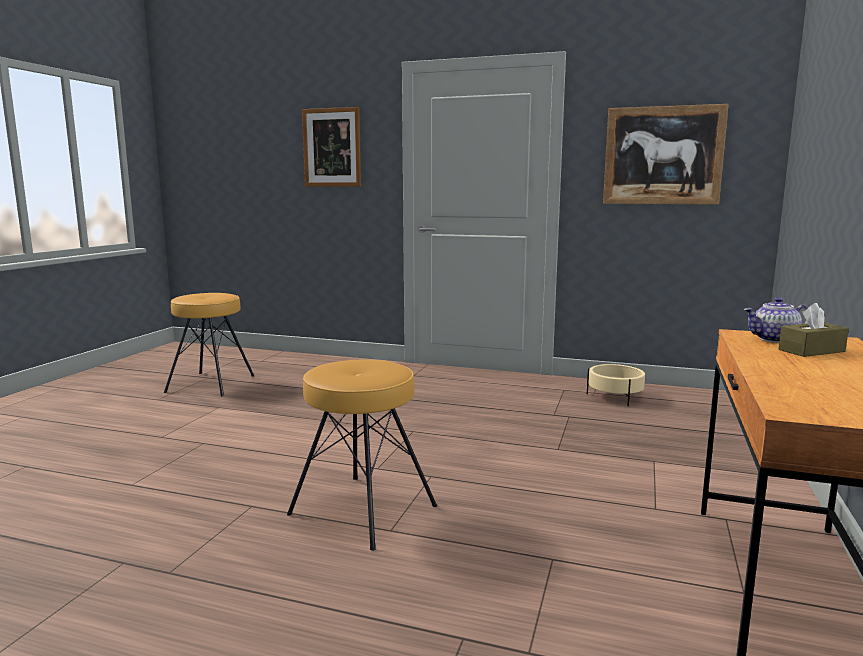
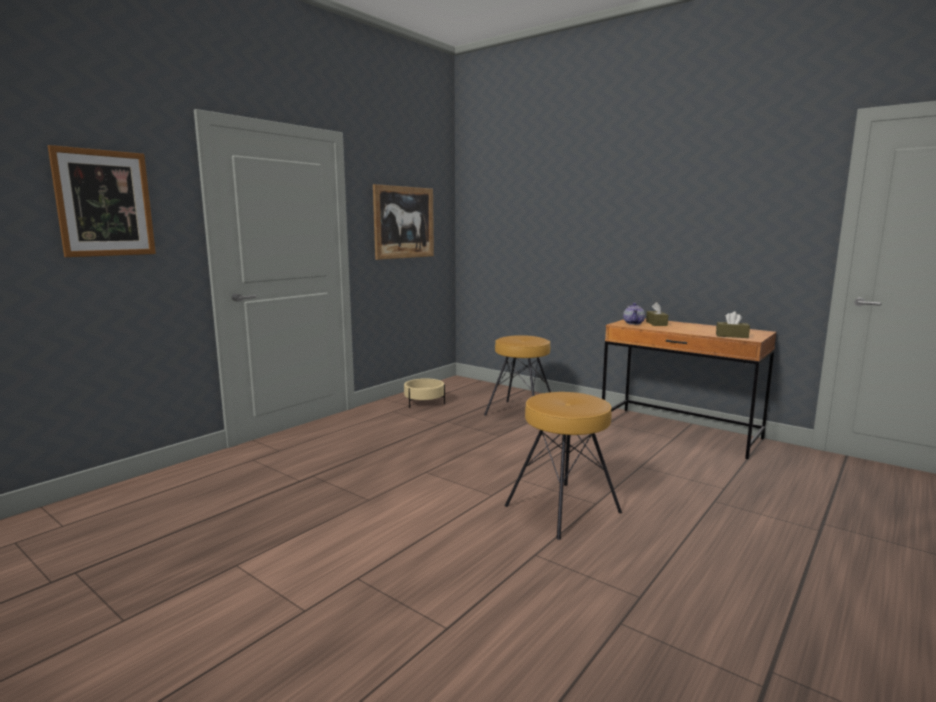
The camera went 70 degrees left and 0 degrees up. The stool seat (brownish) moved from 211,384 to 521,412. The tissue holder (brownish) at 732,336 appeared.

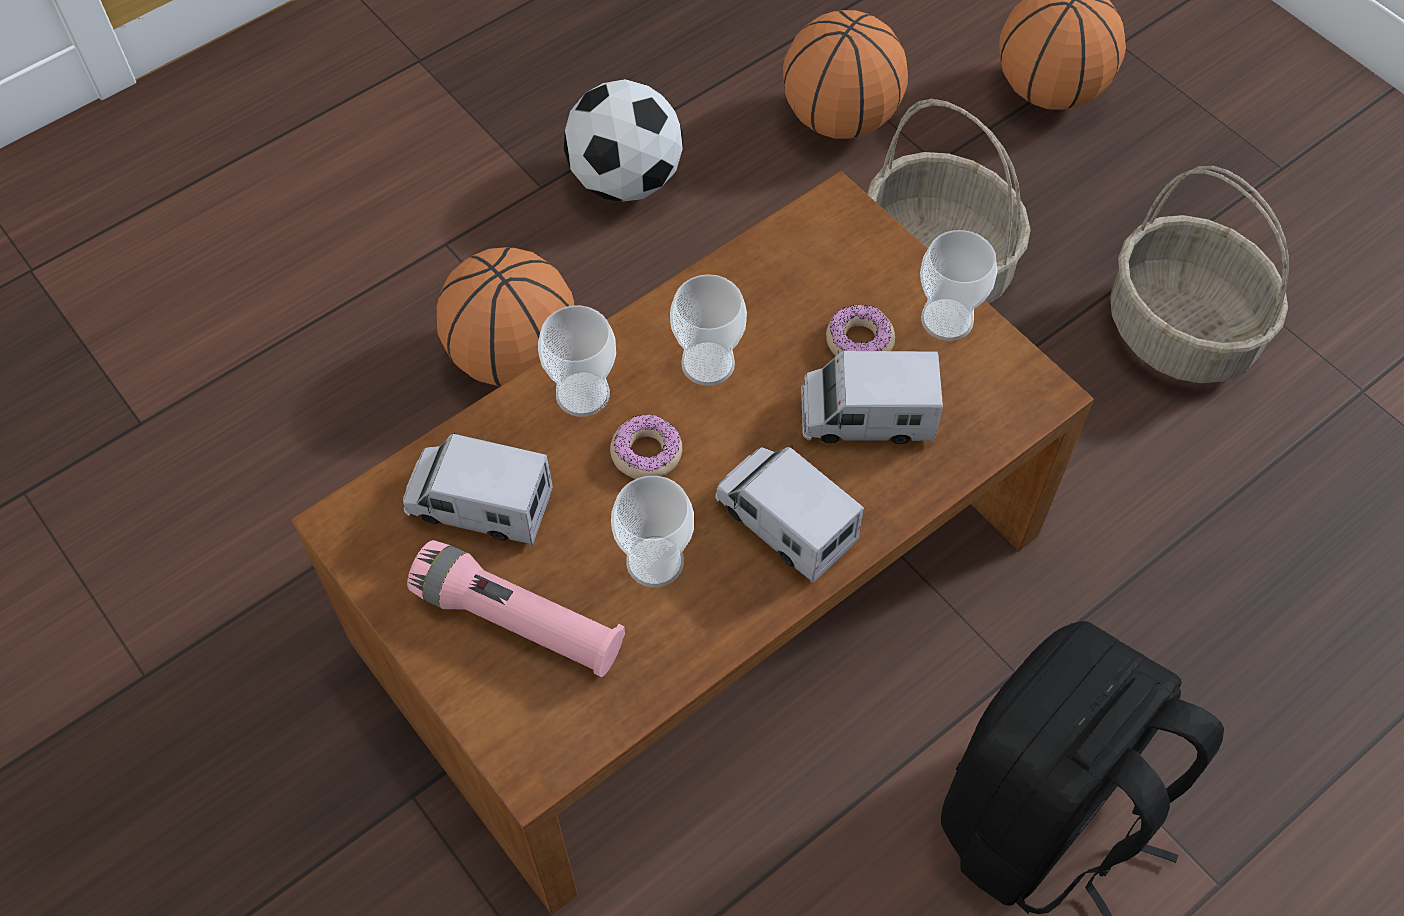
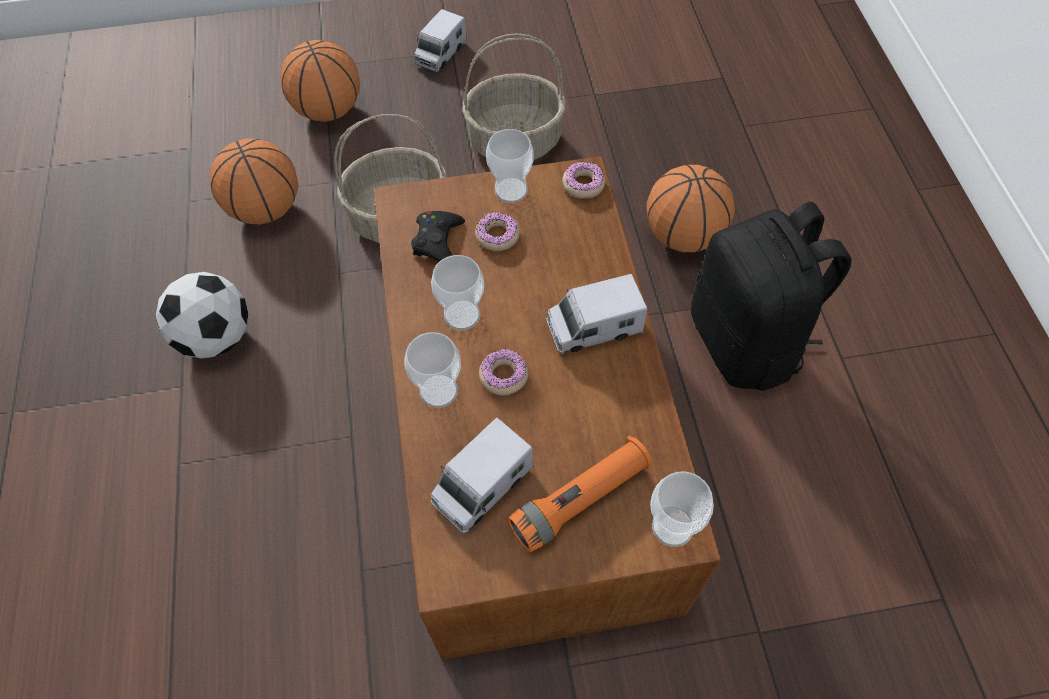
The camera went 60 degrees left and 0 degrees up. The ball for basketball moved from 513,357 to 683,236. The model truck moved from 866,416 to 440,53. The cup moved from 655,561 to 672,526. The hand torch (pinkish) at 518,621 became the hand torch (orangey) at 580,500. The doughnut at 583,185 appeared. The gamepad (black-coloured) at 438,242 appeared.

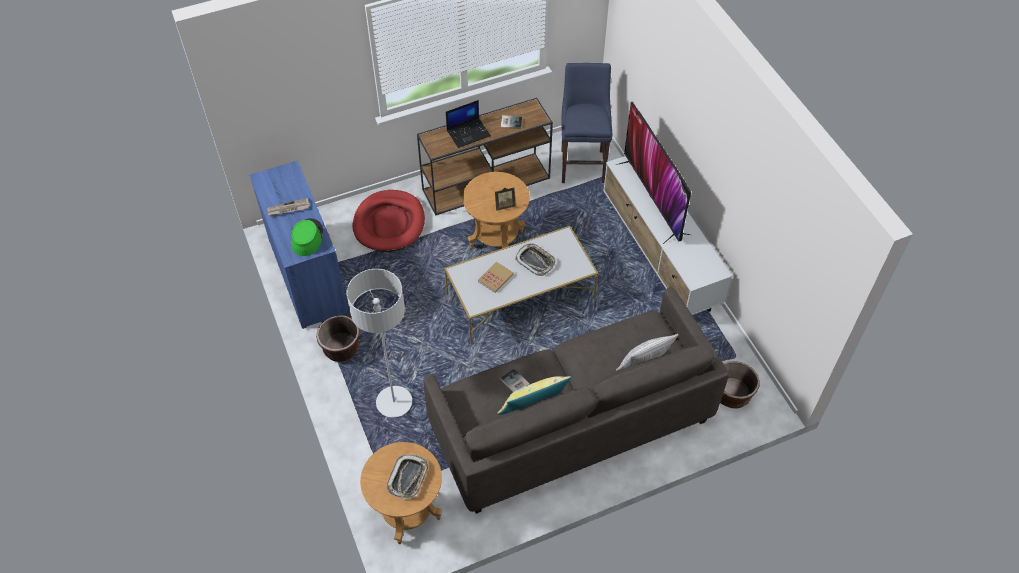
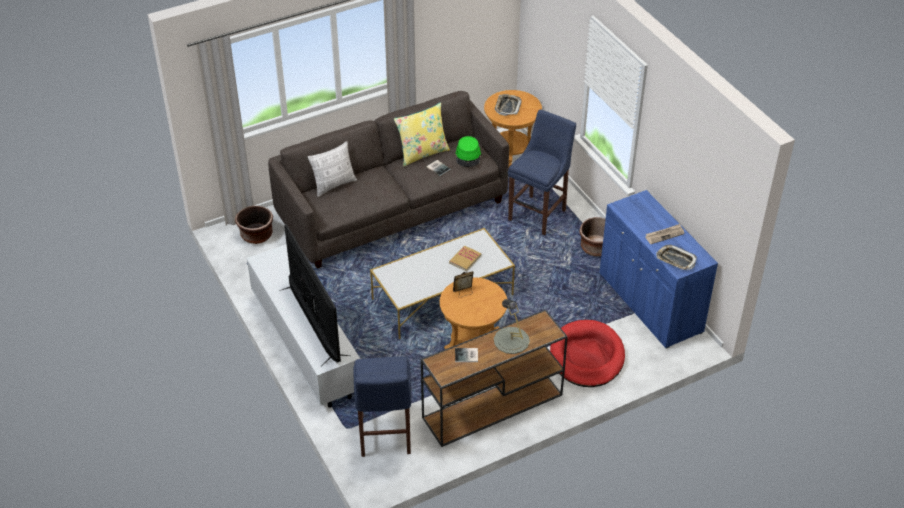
The camera went 175 degrees right and 10 degrees down. The portable computer at 468,133 was replaced by the lamp for a table (grey) at 511,340. The hat (greenish) moved from 307,238 to 468,156. The serving tray moved from 535,261 to 675,260. The floor lamp (grey) at 394,402 was replaced by the stool seat (blue-coloured) at 539,214.

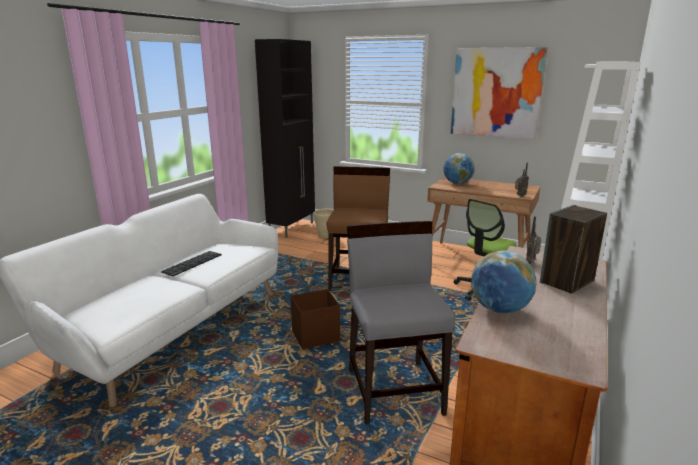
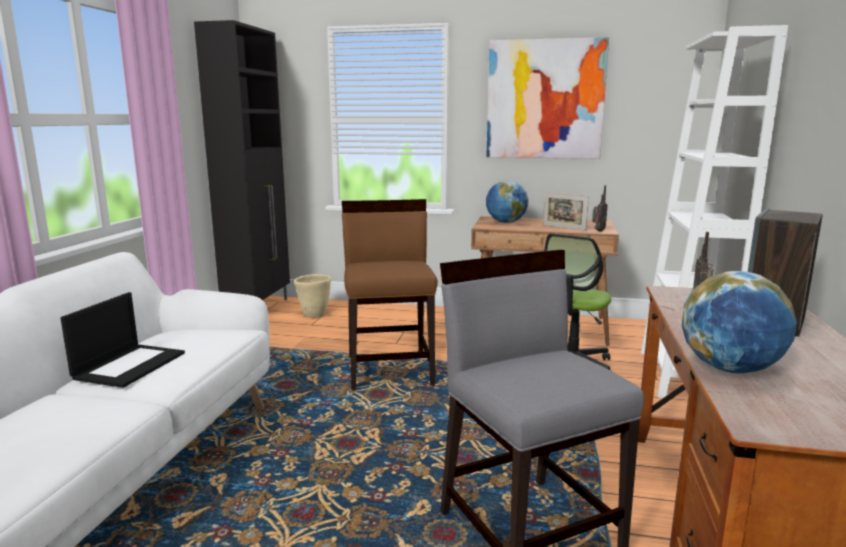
The camera went 15 degrees left and 5 degrees down. The PC keyboard at 192,263 was replaced by the portable computer at 130,365. The storage container (brownish) at 316,336 disappeared. The photo frame at 564,227 appeared.

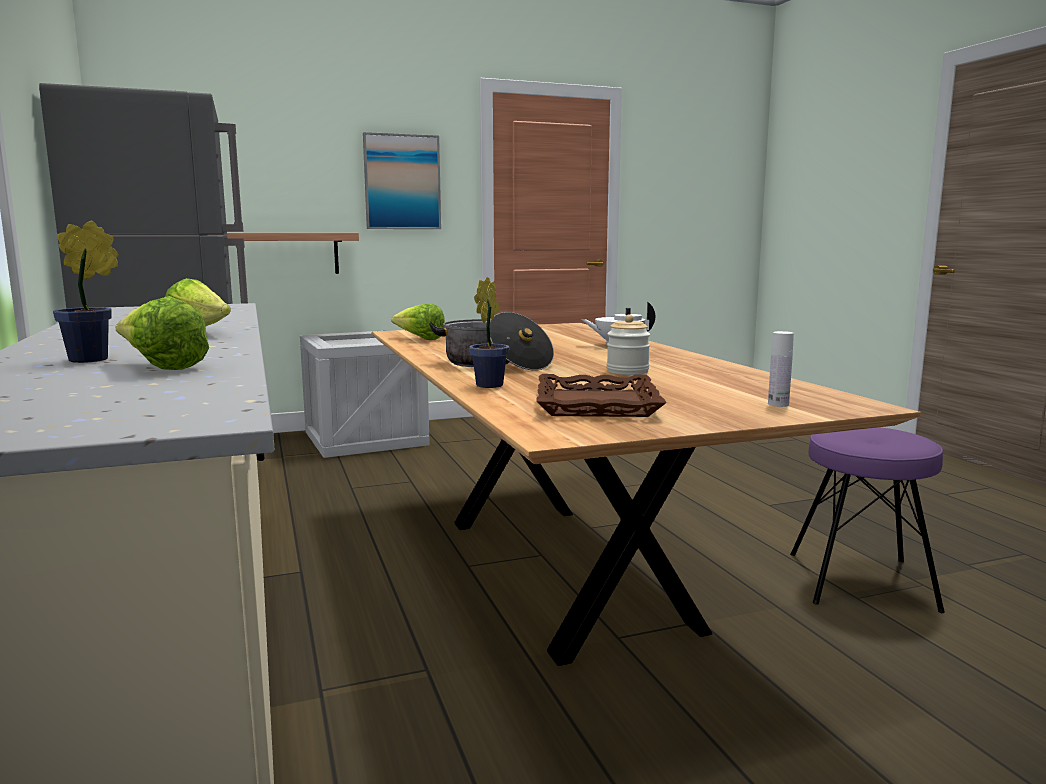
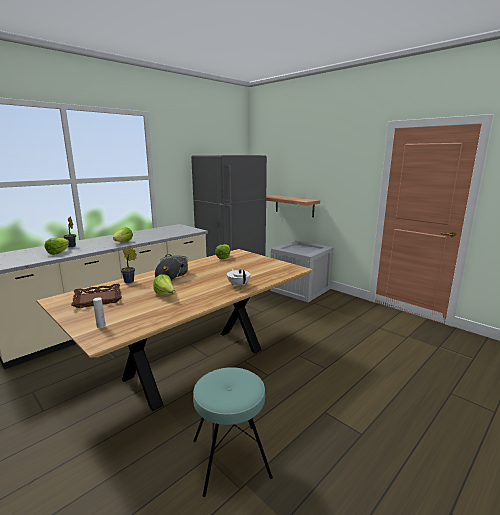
The camera went 65 degrees right and 5 degrees up. The wall art at 402,182 disappeared. The preserve jar at 627,371 was replaced by the lettuce head at 166,295. The stool seat (purple) at 861,581 became the stool seat (turquoise-coloured) at 230,458.

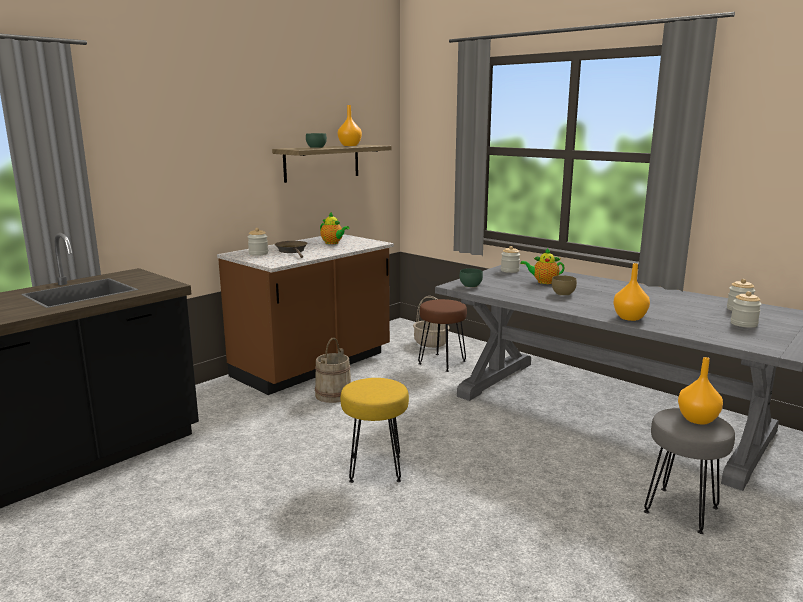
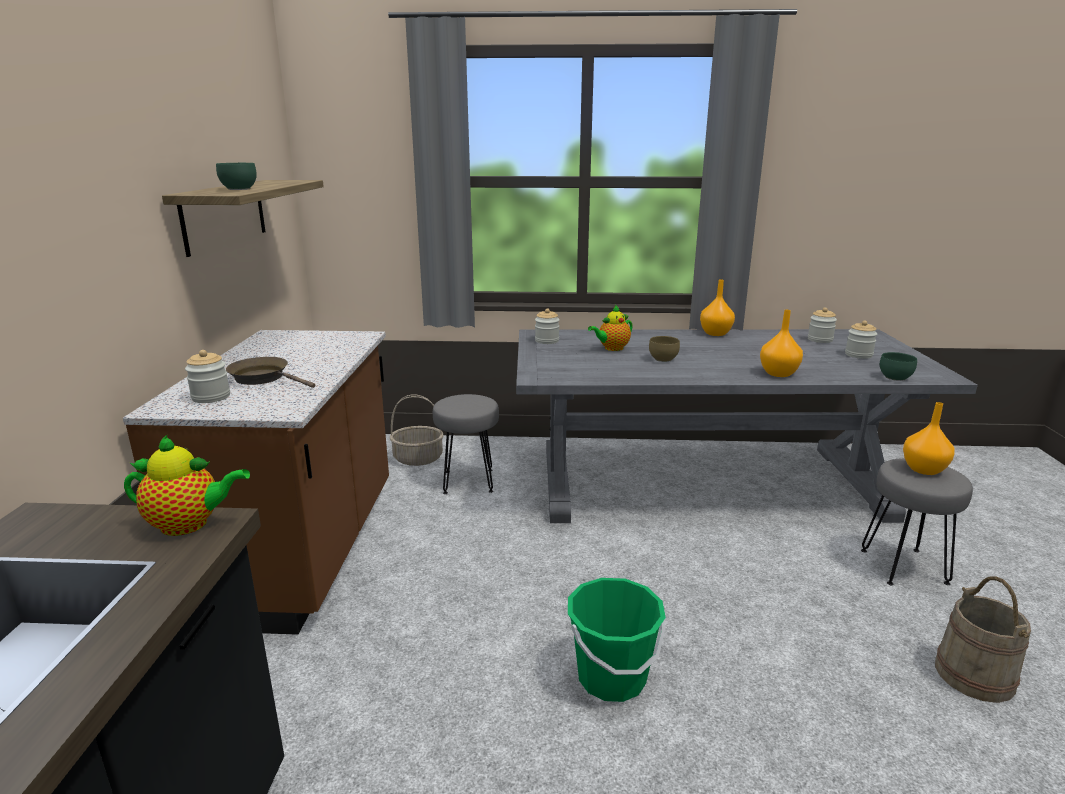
The camera went 40 degrees left and 5 degrees up. The flower vase (orangey) moved from 350,145 to 716,333. The teapot moved from 333,243 to 189,524. The bowl (greenish) moved from 471,286 to 894,377. The stool seat (brownish) at 442,362 became the stool seat (grey) at 468,481. The water bucket (beige-coloured) moved from 333,395 to 974,675. The stool seat (yellow-coloured) at 376,468 was replaced by the water bucket (greenish) at 612,677.

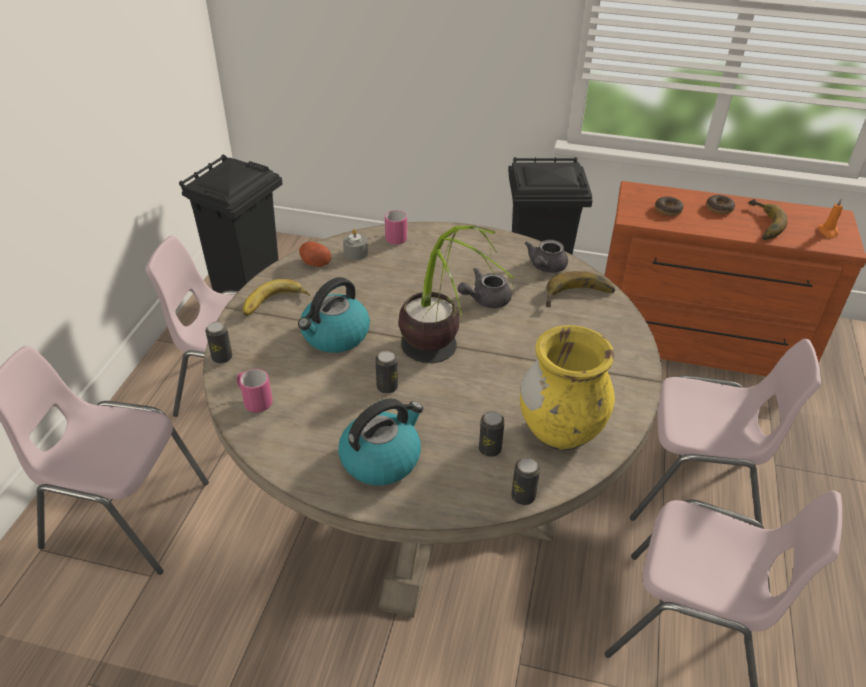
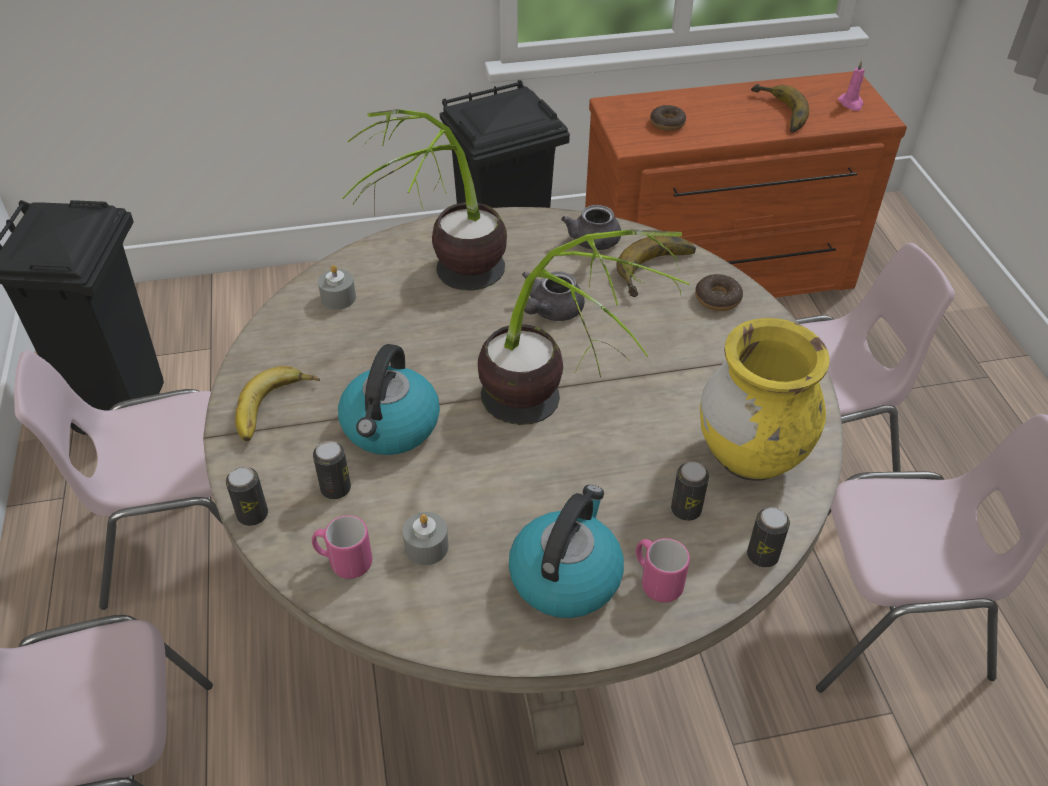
The camera went 25 degrees left and 5 degrees up. The doughnut moved from 719,208 to 717,298. The candle (orangey) at 828,232 became the candle (pinkish) at 851,103. The mug (pinkish) moved from 395,237 to 656,581. The whole potato at 314,262 disappeared. The can moved from 387,387 to 335,489. The potted plant at 445,291 appeared. The candle (grey) at 426,547 appeared.

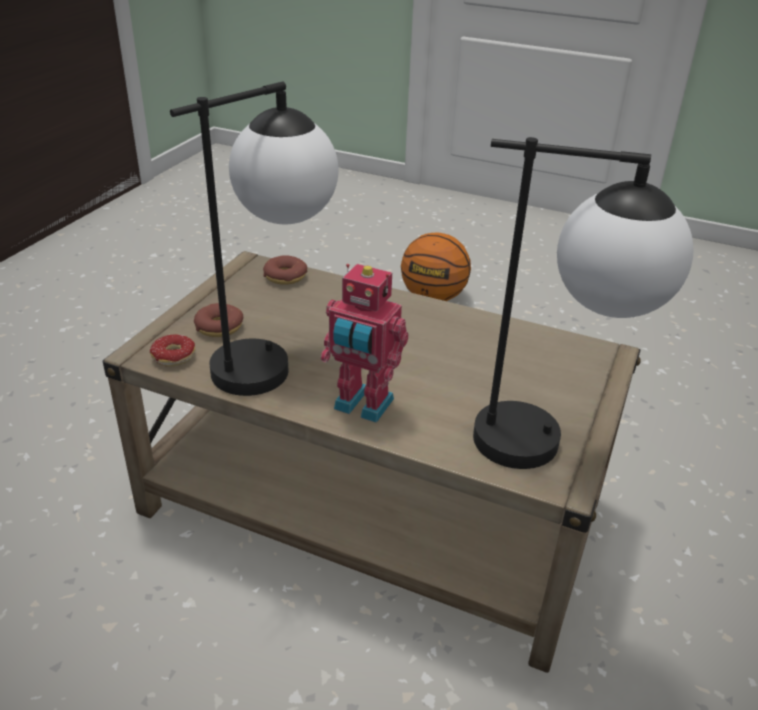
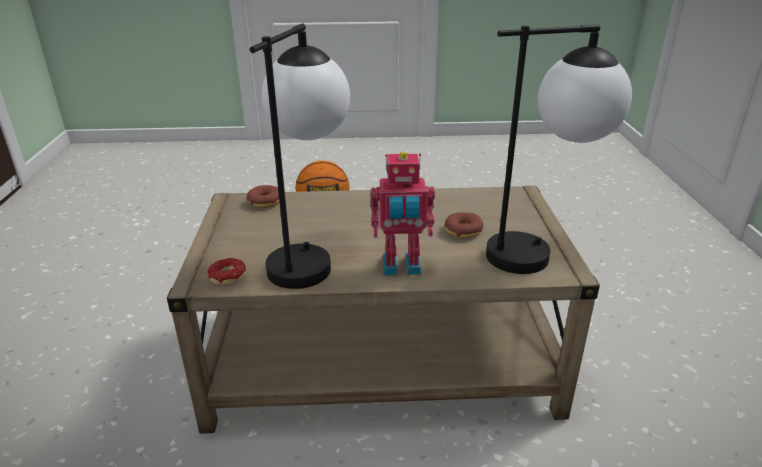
The camera went 25 degrees left and 5 degrees down. The doughnut moved from 219,327 to 463,231.

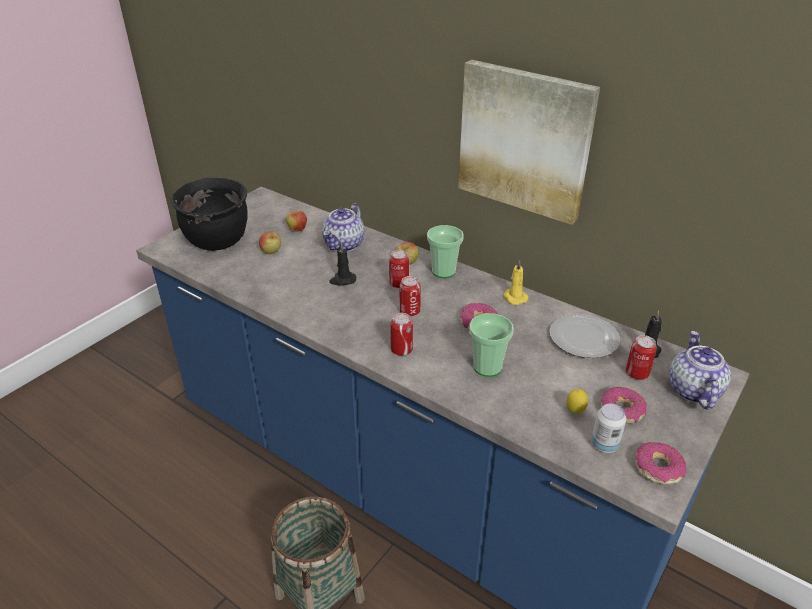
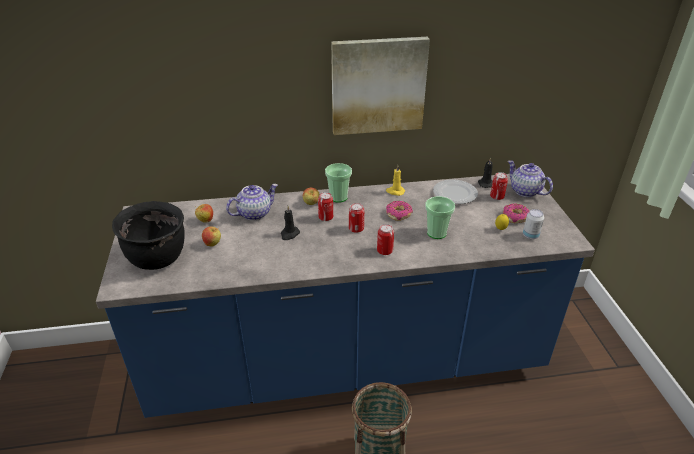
The camera went 45 degrees left and 0 degrees up. The teapot at 344,245 turned 105 degrees counterclockwise. The doughnut at 658,468 disappeared.

